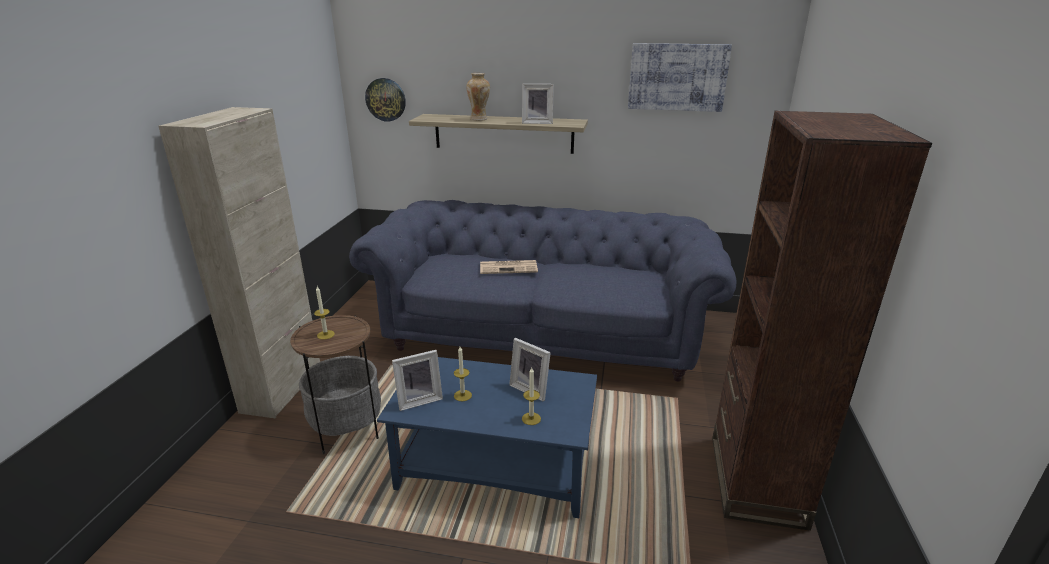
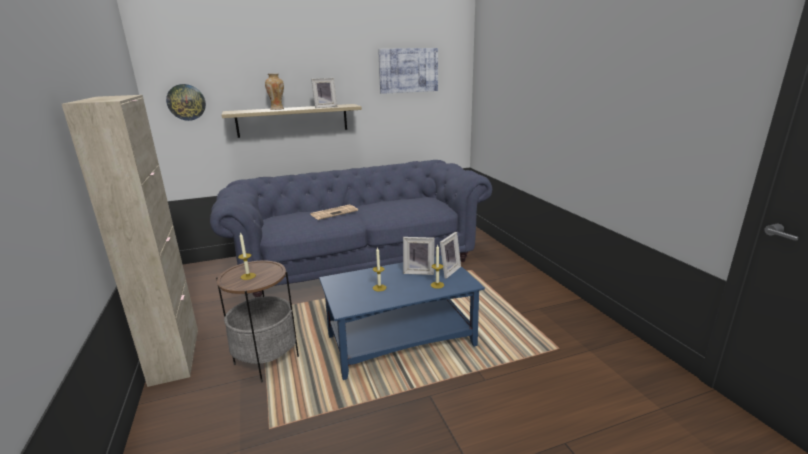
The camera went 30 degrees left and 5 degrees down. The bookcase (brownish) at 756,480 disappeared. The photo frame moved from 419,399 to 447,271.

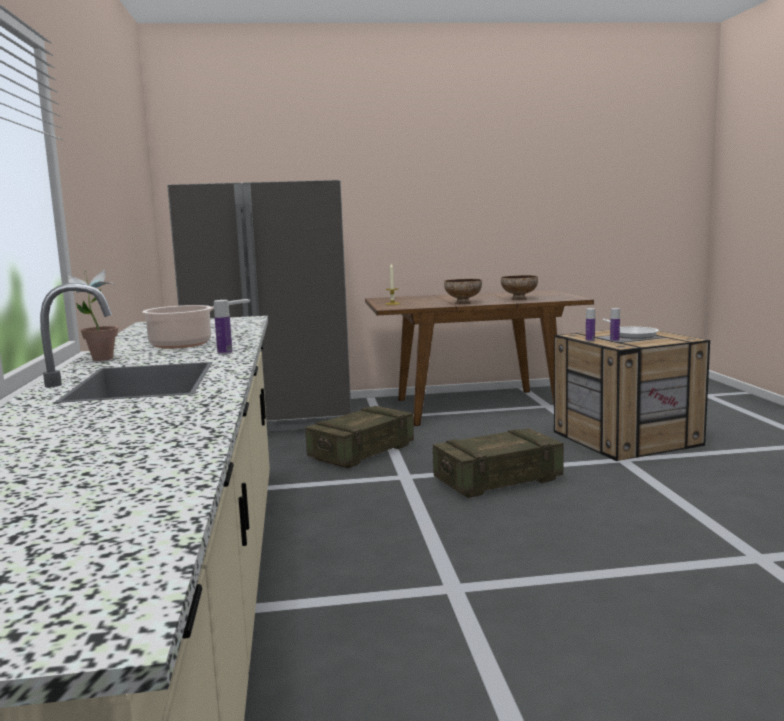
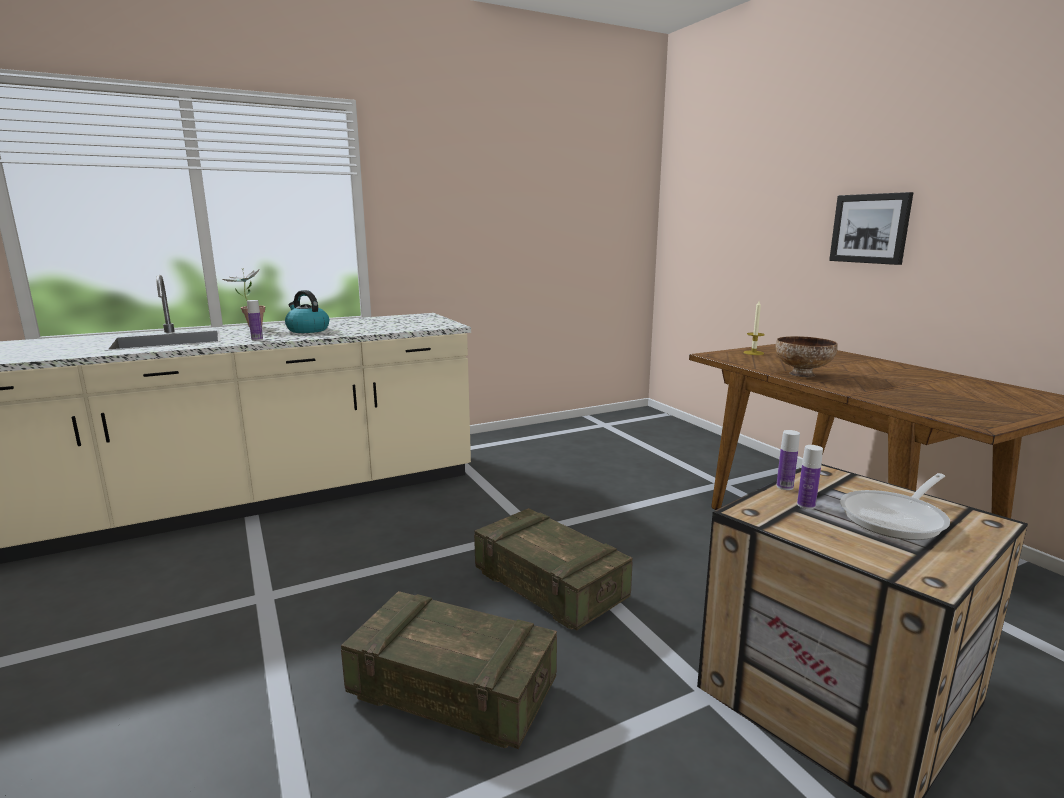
The camera went 70 degrees right and 5 degrees up. The kitchen fridge (grey) at 274,418 disappeared. The bowl at 519,299 disappeared. The saucepot at 185,344 was replaced by the tea kettle at 307,330. The shipping crate moved from 362,452 to 452,691. The wall art at 870,228 appeared.

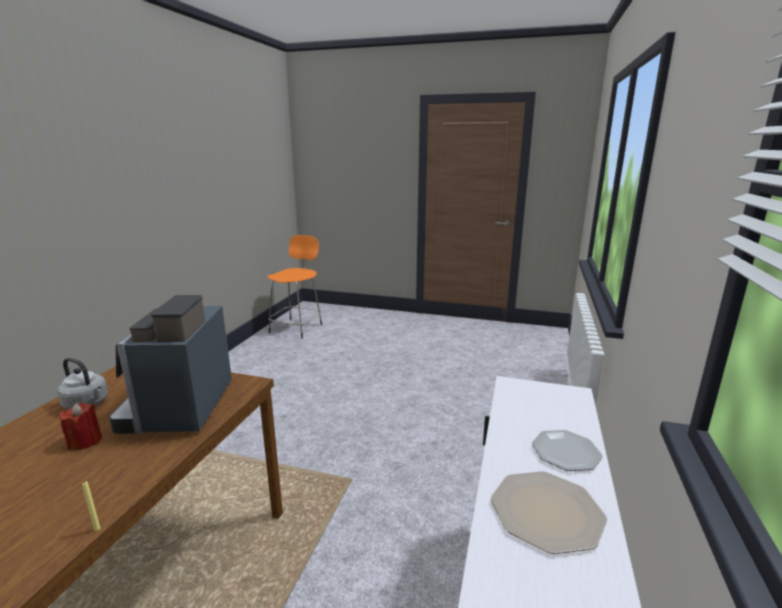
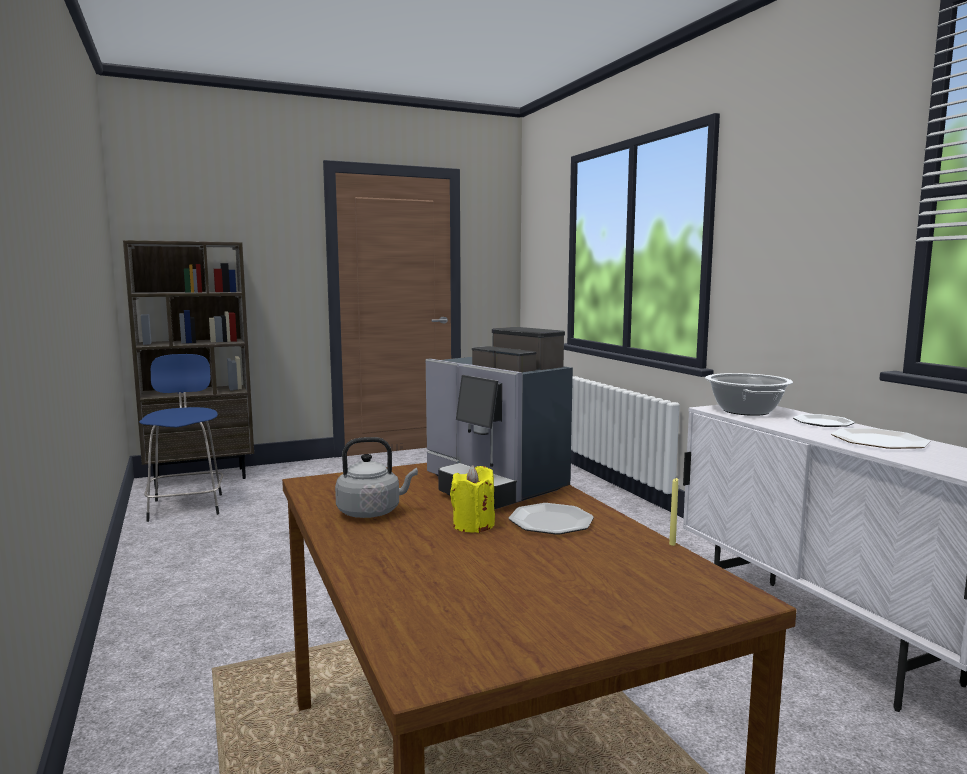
The camera went 40 degrees left and 10 degrees down. The stool seat (orangey) at 297,327 became the stool seat (blue-coloured) at 186,506. The candle (red) at 85,441 became the candle (yellow-coloured) at 473,525. The bookcase (brownish) at 201,477 appeared. The saucepot at 746,411 appeared. The plate at 551,522 appeared.

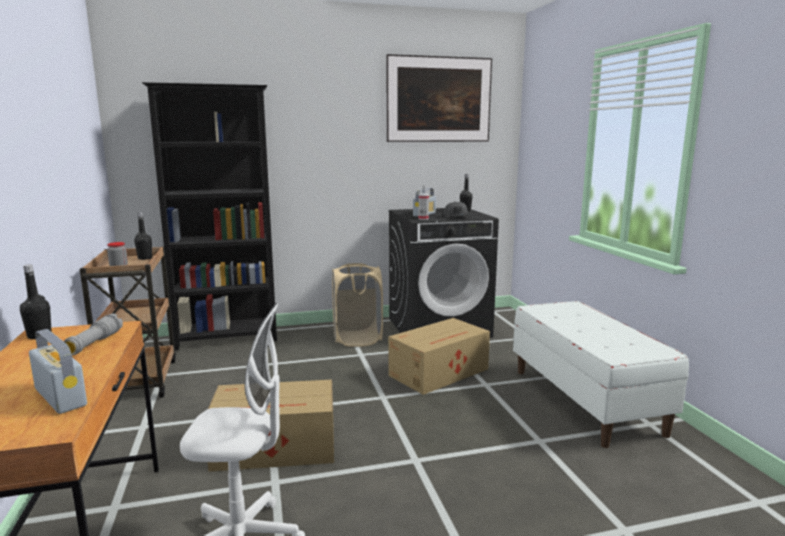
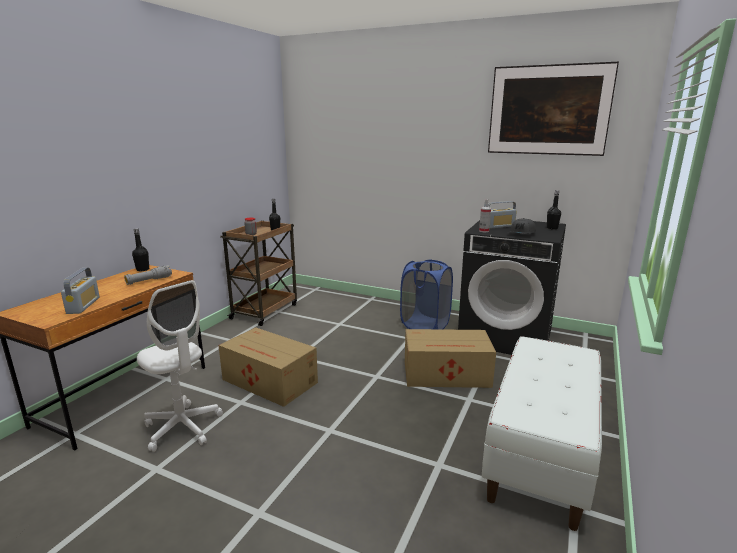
The camera went 40 degrees right and 5 degrees up. The bookcase (black-coloured) at 228,338 disappeared. The laundry basket (beige-coloured) at 357,339 became the laundry basket (blue-coloured) at 425,325.

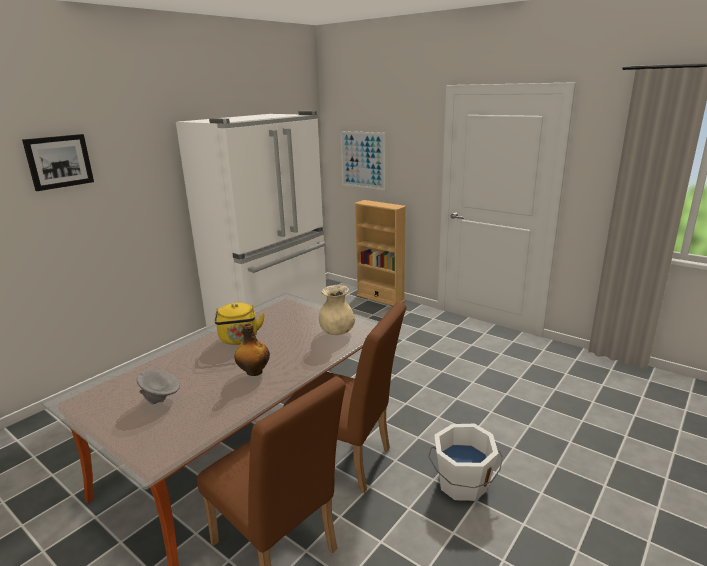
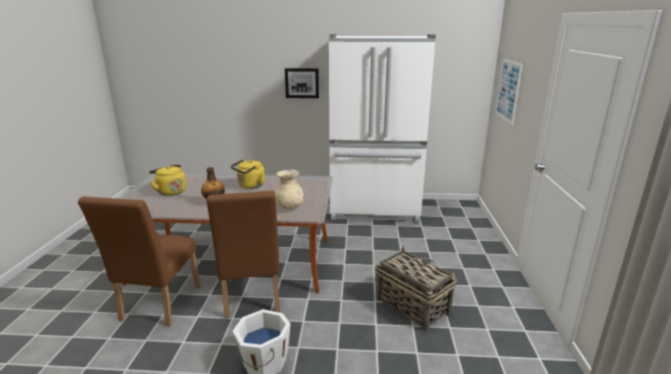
The camera went 55 degrees right and 0 degrees up. The wall art moved from 59,161 to 302,83. The bookcase (beige-coloured) at 380,298 disappeared. The bowl (grey) at 161,399 was replaced by the tea kettle (yellow-coloured) at 170,191. The household basket at 411,305 appeared.

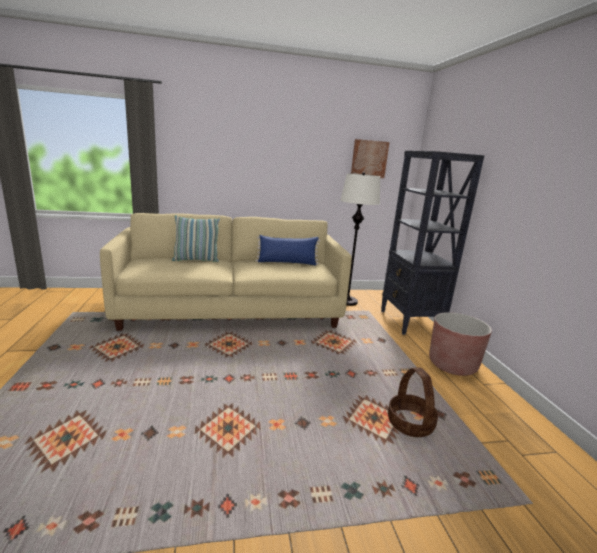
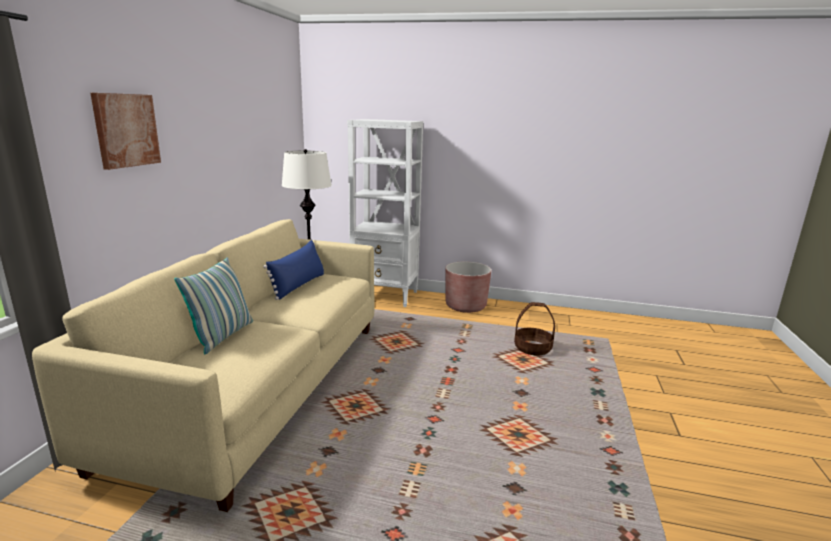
The camera went 65 degrees left and 0 degrees up. The wall art moved from 369,159 to 126,130. The bookcase (black-coloured) at 410,322 became the bookcase (white-coloured) at 385,296.

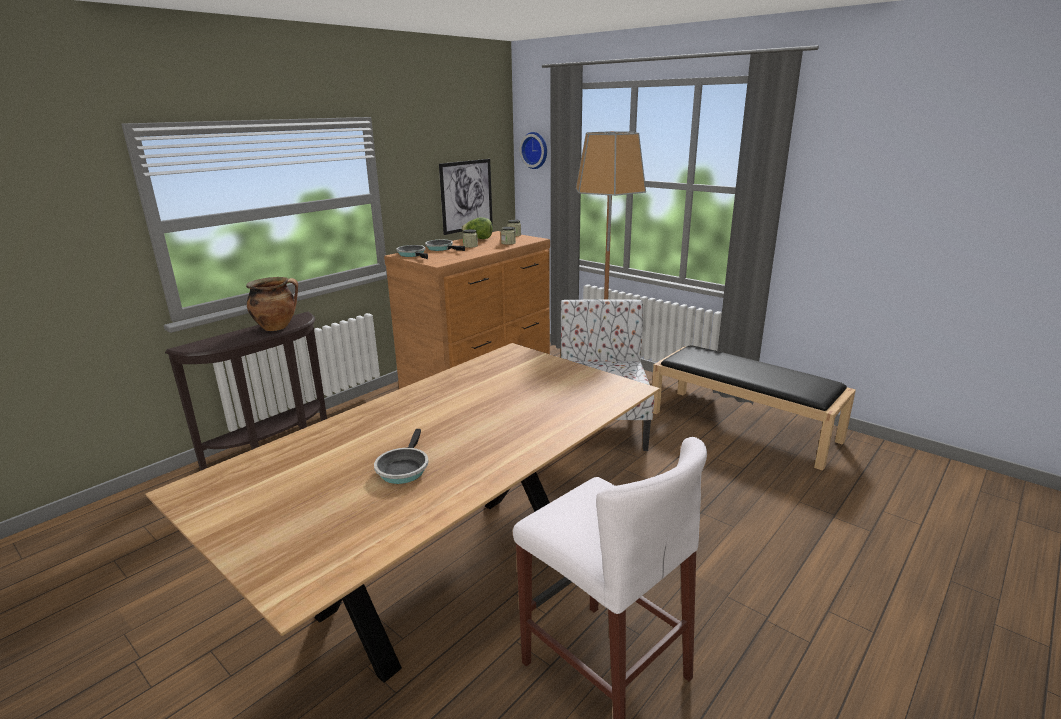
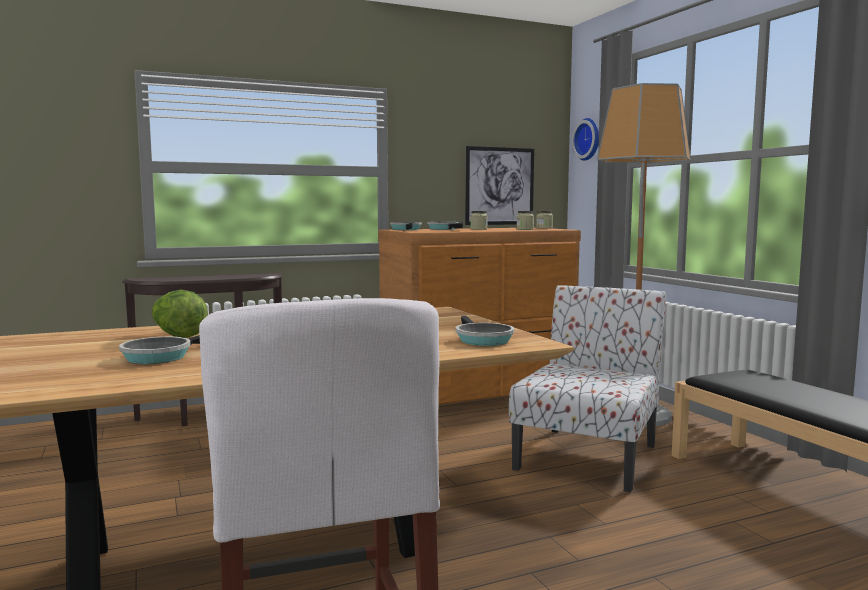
The camera went 25 degrees right and 15 degrees down. The lettuce head moved from 478,239 to 178,336. The saucepot at 277,327 disappeared. The frying pan at 482,339 appeared.

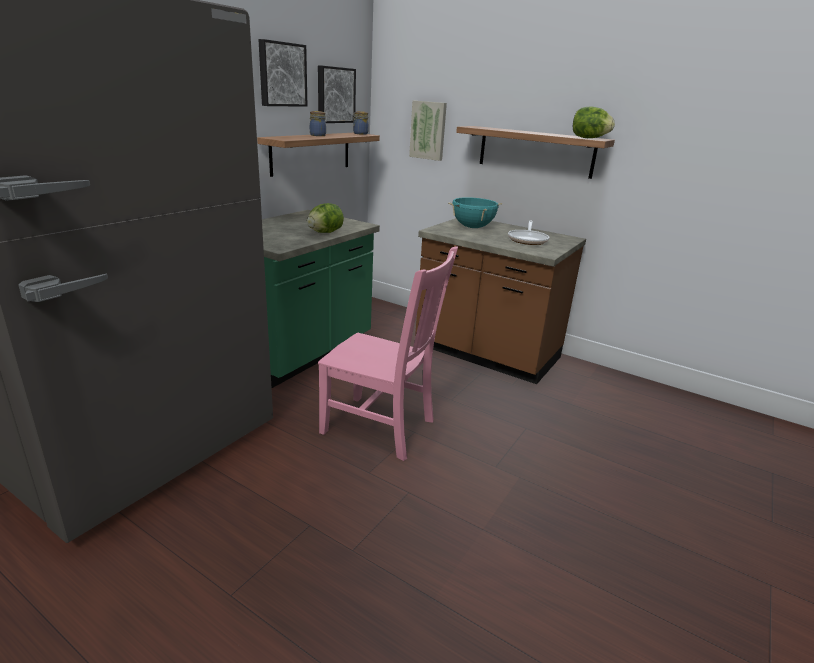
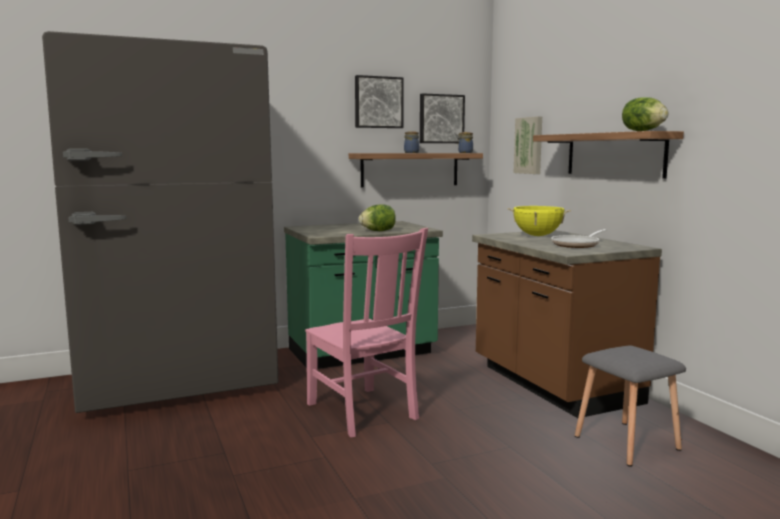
The camera went 35 degrees right and 15 degrees down. The saucepot (turquoise-coloured) at 472,227 became the saucepot (yellow-coloured) at 537,235. The stool seat (grey) at 627,442 appeared.

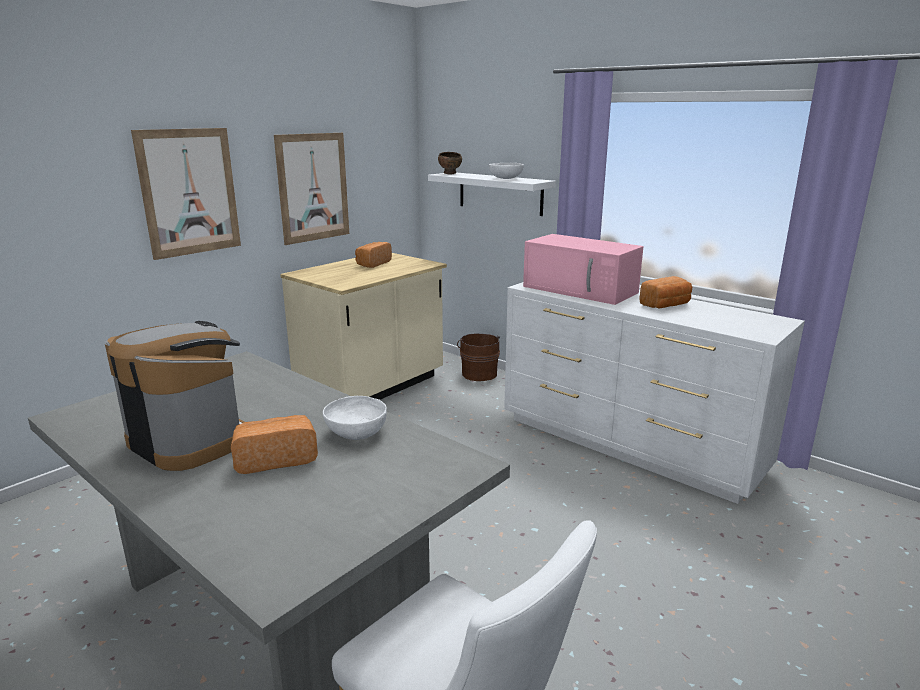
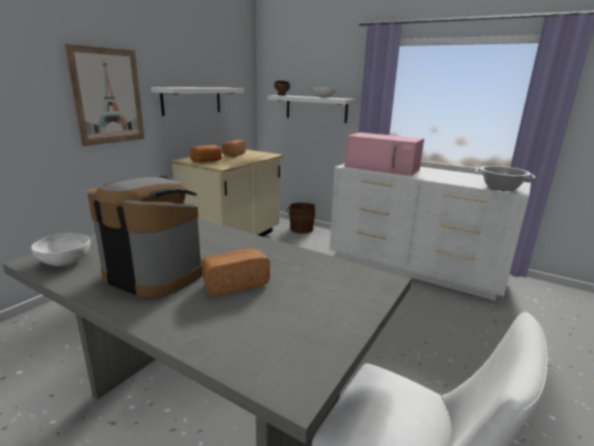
The camera went 10 degrees left and 0 degrees up. The wall art at 313,187 was replaced by the wall shelf (white-coloured) at 192,100. The bread moved from 666,305 to 207,161. The bowl (white-coloured) moved from 356,433 to 64,261. The saucepot at 500,188 appeared.

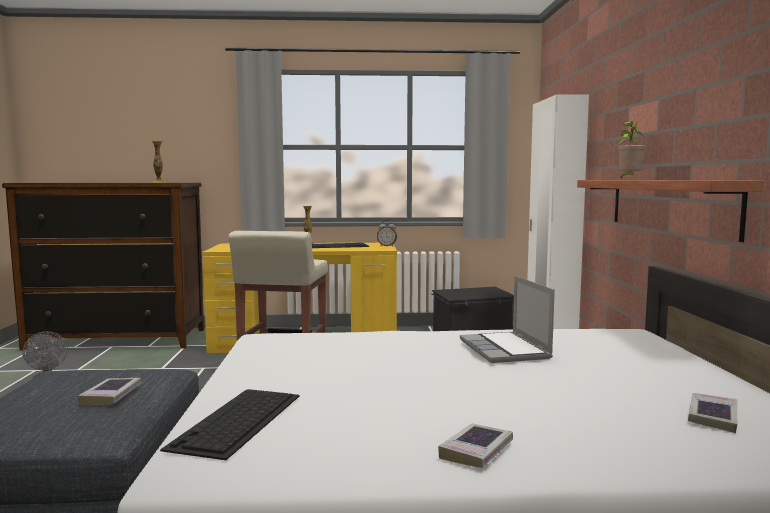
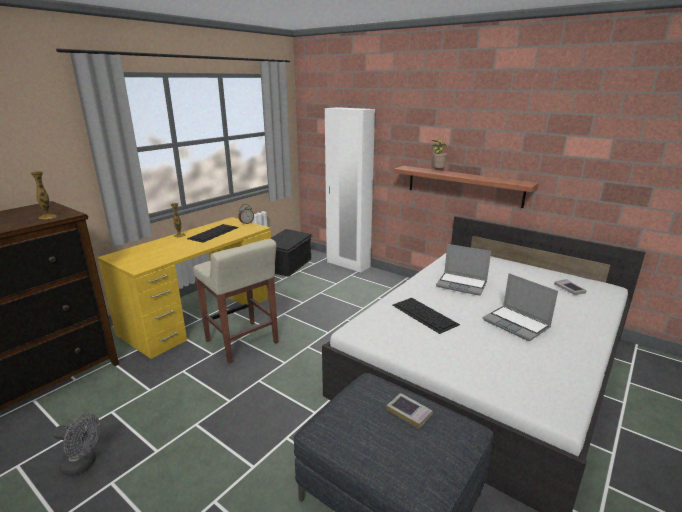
The camera went 50 degrees left and 15 degrees up. The PC keyboard moved from 237,421 to 425,315. The book at 476,451 disappeared. The portable computer at 517,324 appeared.

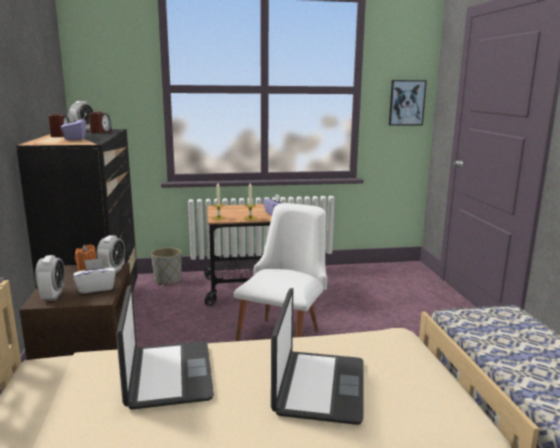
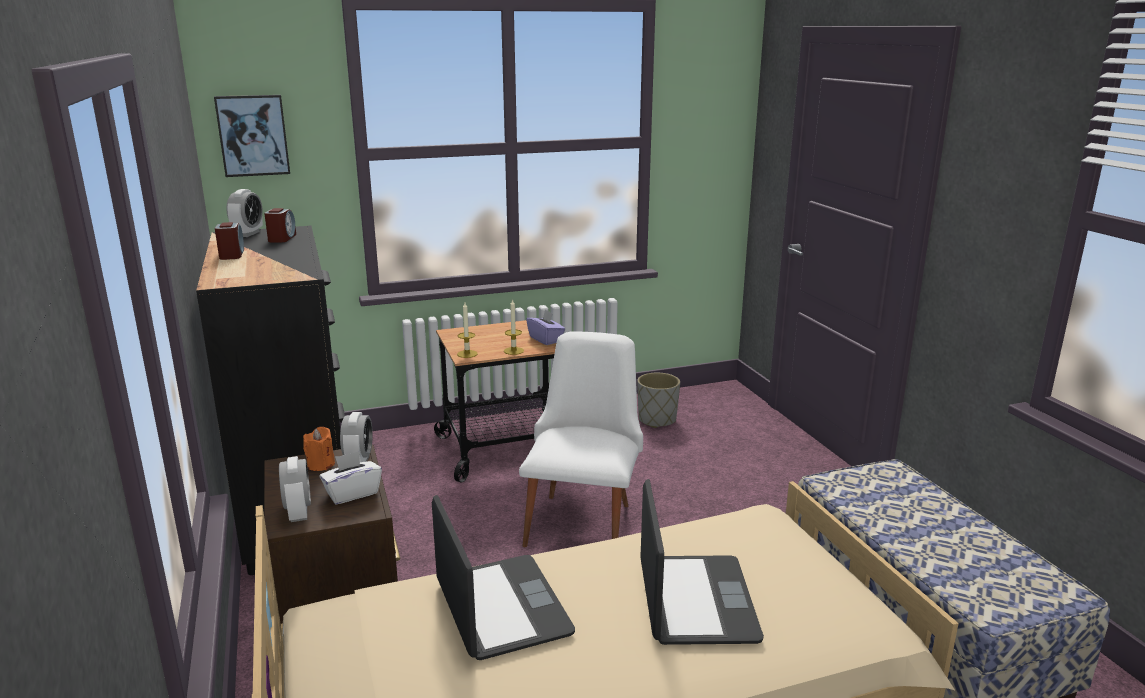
The camera went 10 degrees left and 5 degrees up. The wall art moved from 406,102 to 253,135. The tissue holder (purple) at 74,138 disappeared. The planter (grey) moved from 168,280 to 657,420.

